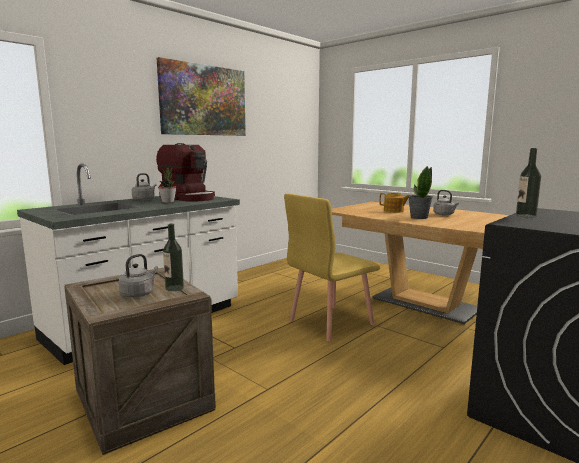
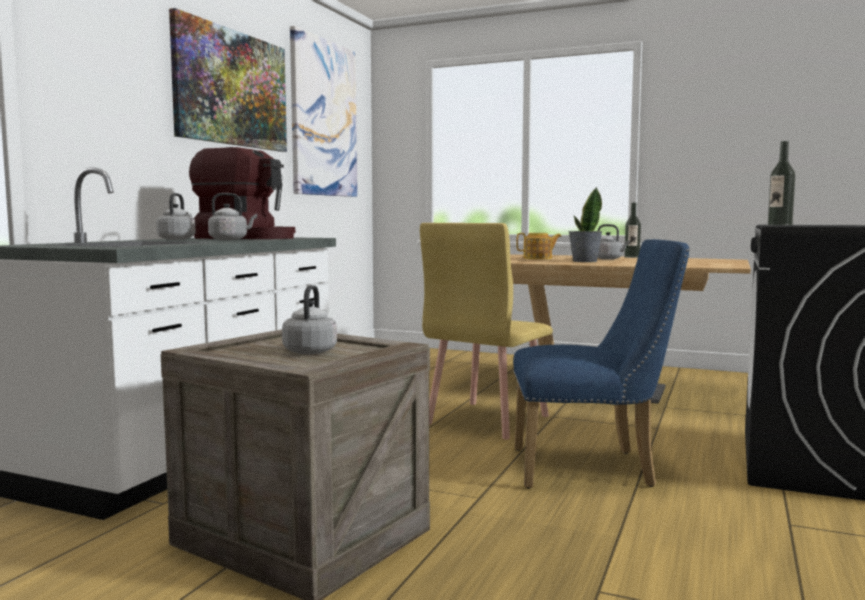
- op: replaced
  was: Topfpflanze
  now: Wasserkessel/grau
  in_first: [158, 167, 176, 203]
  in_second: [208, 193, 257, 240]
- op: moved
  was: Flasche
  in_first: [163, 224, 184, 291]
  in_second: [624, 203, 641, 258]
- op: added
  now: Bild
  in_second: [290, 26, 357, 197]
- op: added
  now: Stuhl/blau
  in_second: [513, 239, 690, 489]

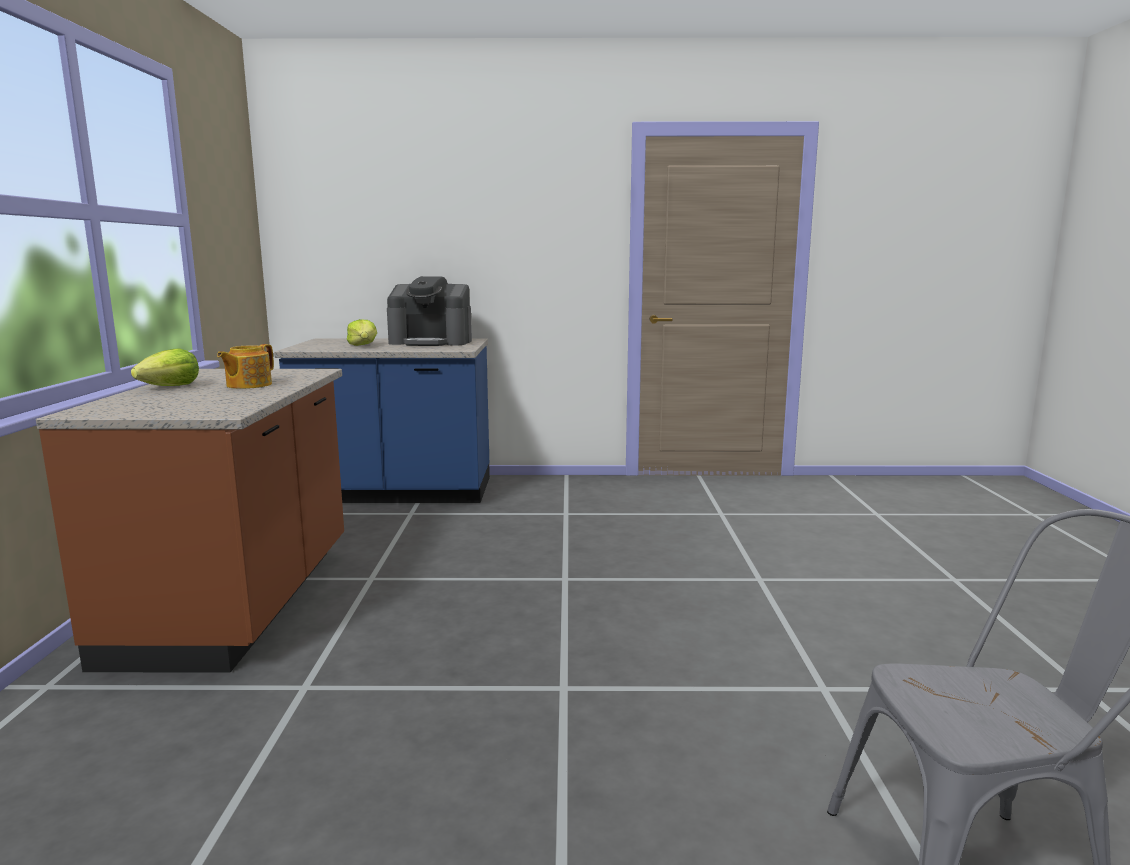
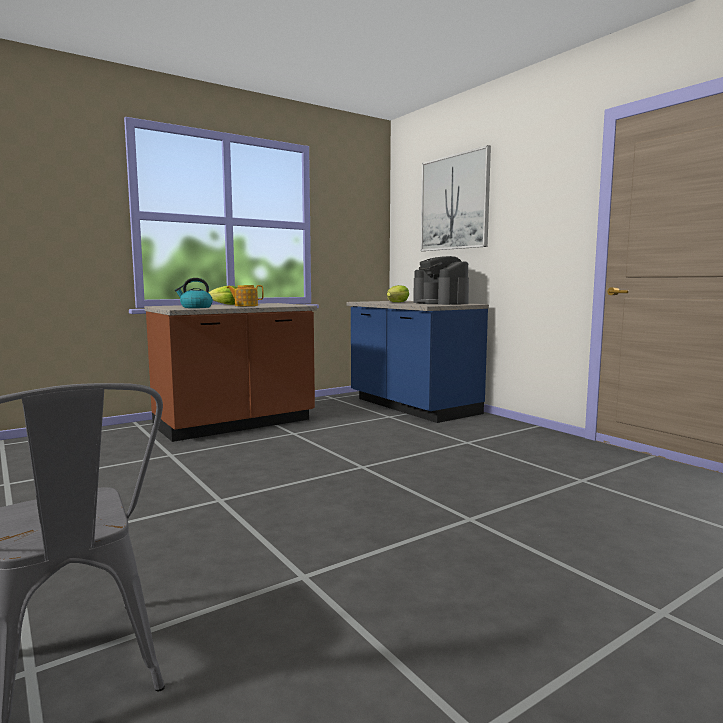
- op: added
  now: Bild
  in_second: [421, 145, 491, 251]
- op: added
  now: Wasserkessel
  in_second: [175, 278, 213, 308]

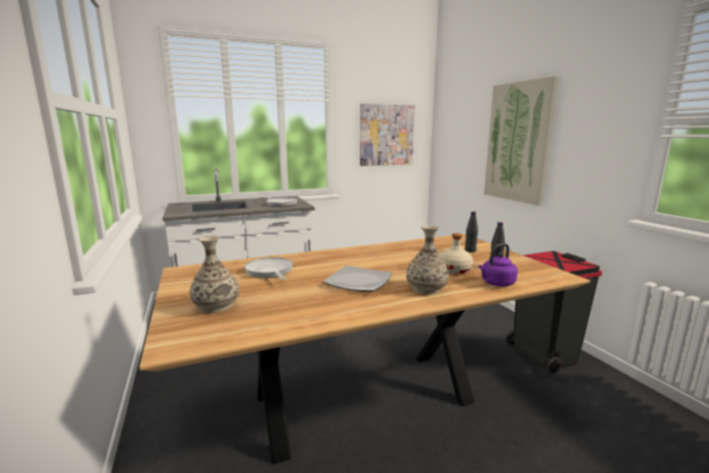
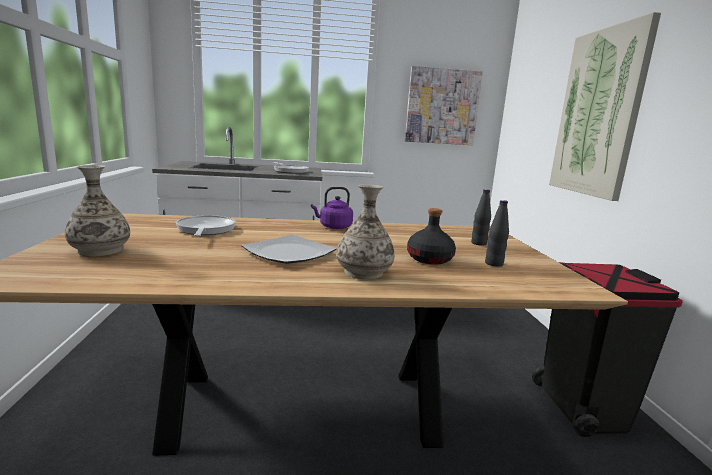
- op: recoloured
  was: Flasche/beige
  now: Flasche/schwarz
  in_first: [439, 233, 473, 274]
  in_second: [407, 208, 456, 265]
- op: moved
  was: Wasserkessel/lila
  in_first: [479, 243, 518, 286]
  in_second: [311, 187, 353, 229]

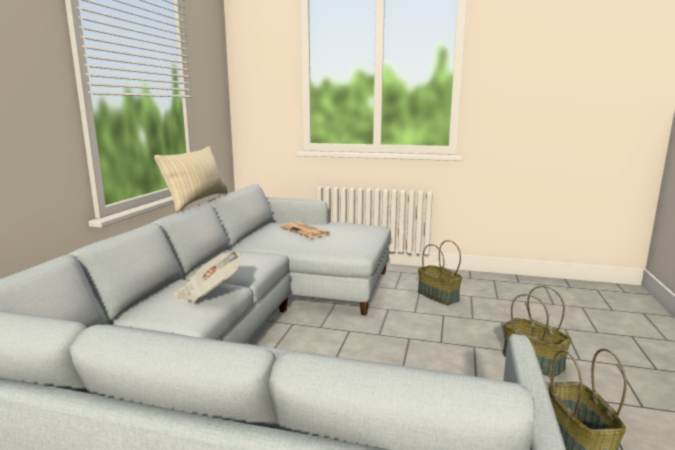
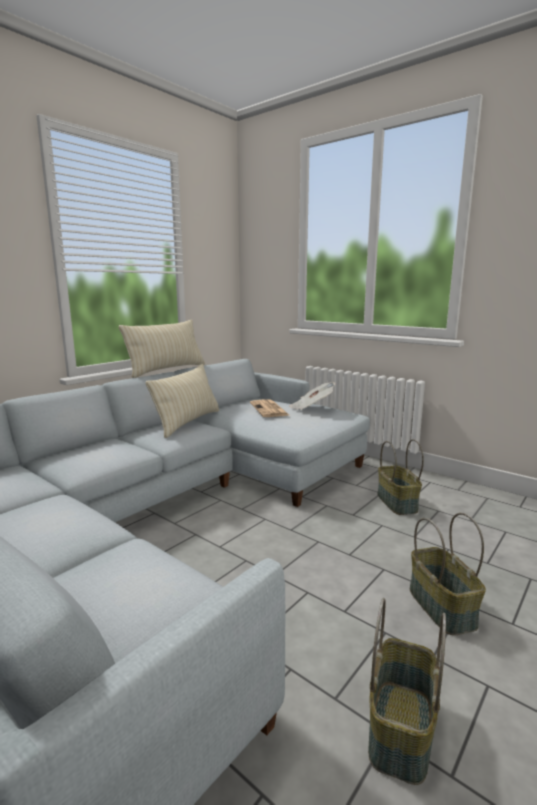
- op: moved
  was: Zeitung
  in_first: [173, 251, 241, 302]
  in_second: [289, 382, 336, 410]
- op: added
  now: Kissen/beige
  in_second: [146, 364, 219, 438]

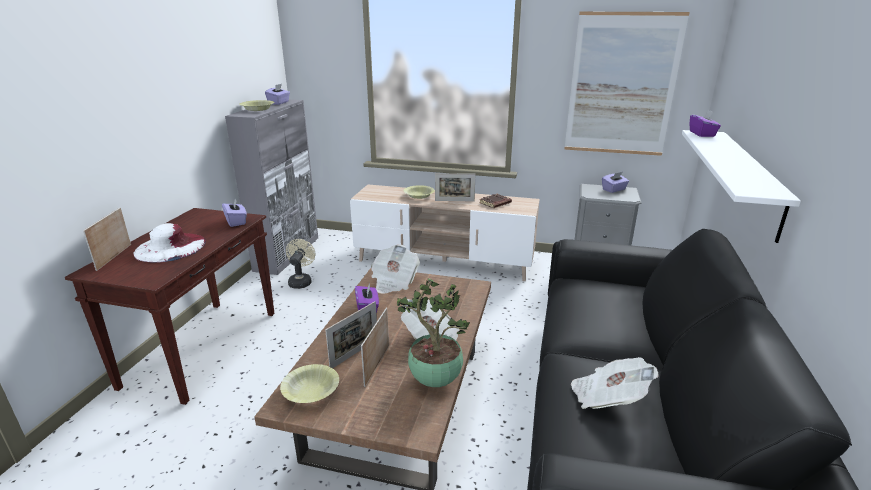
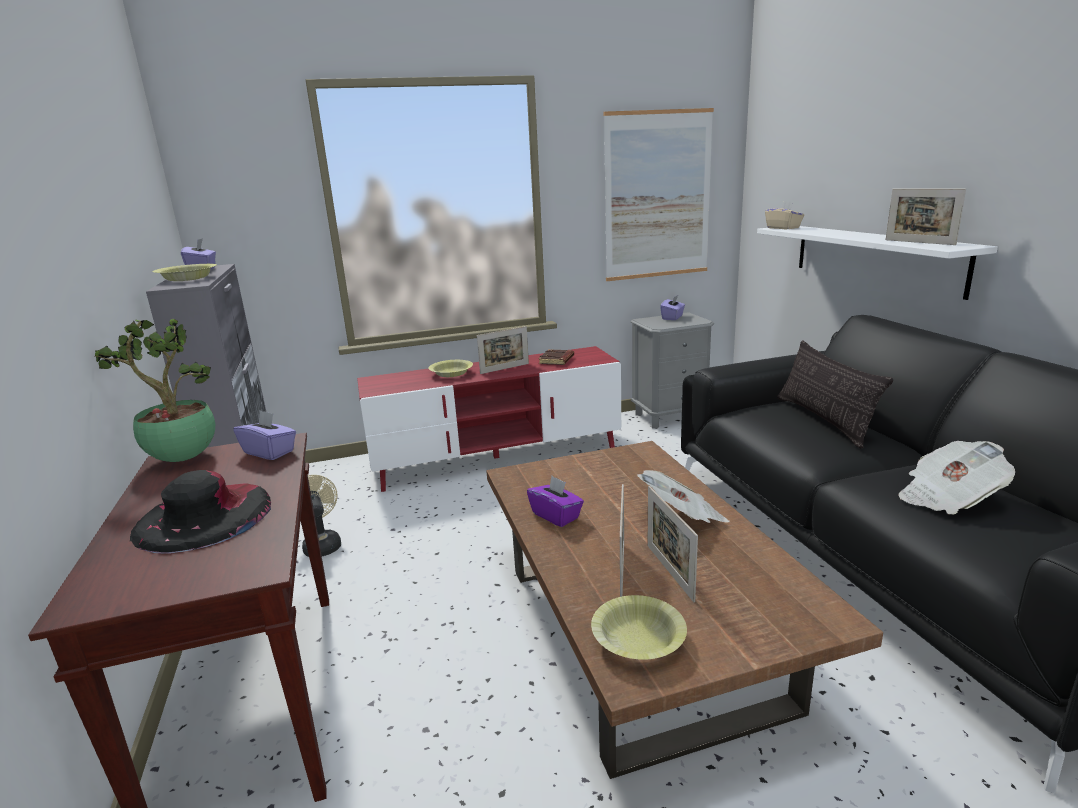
- op: recoloured
  was: Taschentuchbox/lila
  now: Taschentuchbox/beige
  in_first: [690, 109, 721, 137]
  in_second: [765, 201, 804, 229]
- op: recoloured
  was: Fernsehschrank/beige
  now: Fernsehschrank/rot
  in_first: [350, 184, 540, 281]
  in_second: [357, 346, 621, 492]
- op: moved
  was: Bilderrahmen
  in_first: [83, 207, 131, 271]
  in_second: [885, 189, 966, 245]
- op: recoloured
  was: Hut/weiß
  now: Hut/schwarz
  in_first: [133, 223, 206, 263]
  in_second: [130, 470, 271, 553]
- op: removed
  was: Zeitung
  in_first: [371, 244, 420, 293]
- op: moved
  was: Topfpflanze
  in_first: [397, 278, 470, 387]
  in_second: [94, 319, 215, 462]
- op: added
  now: Kissen
  in_second: [777, 340, 893, 448]

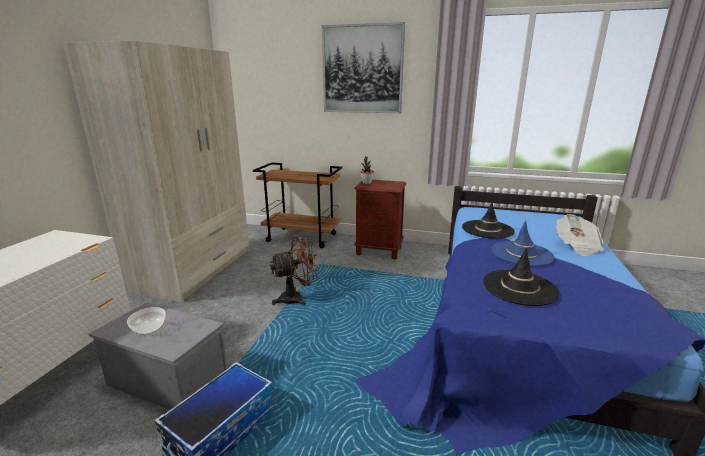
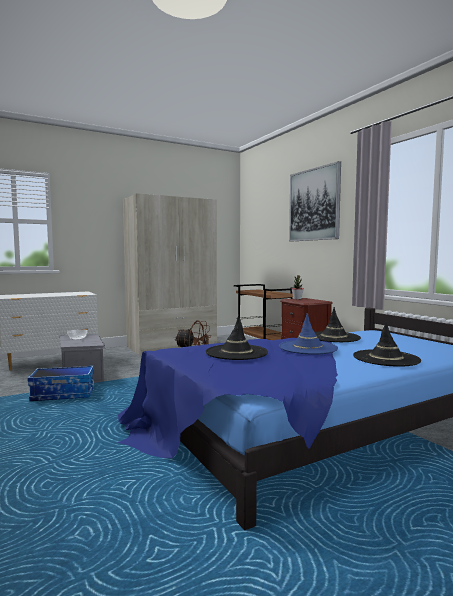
- op: replaced
  was: Zeitung
  now: Hut/schwarz
  in_first: [556, 214, 604, 256]
  in_second: [353, 321, 421, 367]

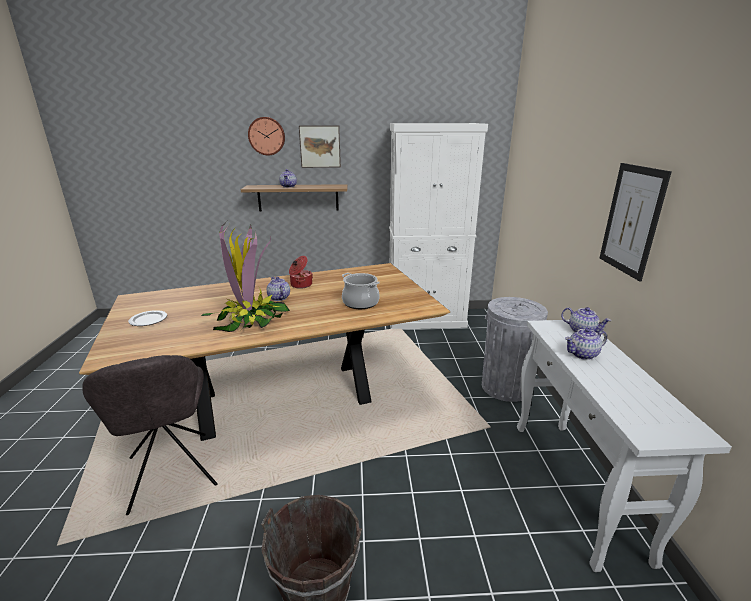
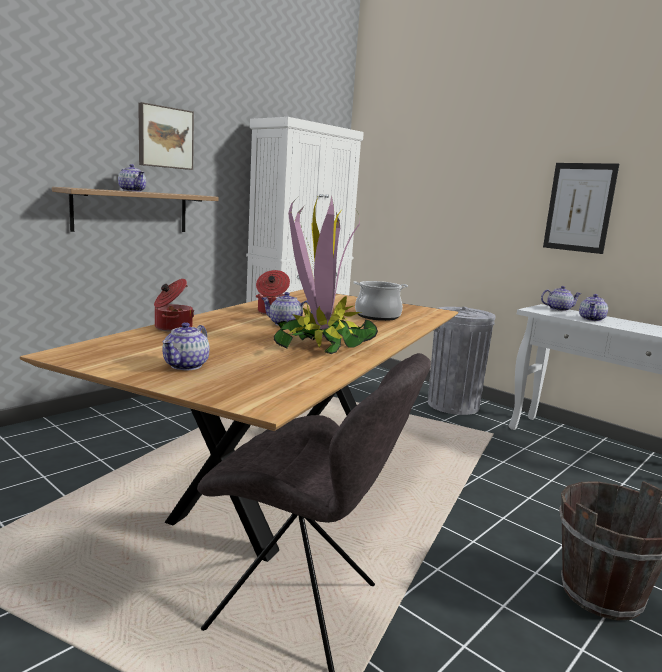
- op: removed
  was: Wanduhr
  in_first: [248, 117, 285, 155]
- op: replaced
  was: Teller
  now: Teekanne
  in_first: [128, 310, 167, 326]
  in_second: [162, 322, 209, 370]
- op: added
  now: Kochtopf
  in_second: [154, 279, 194, 332]

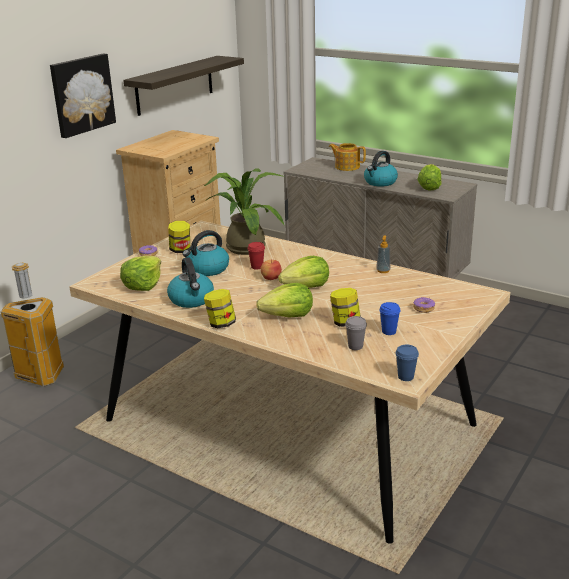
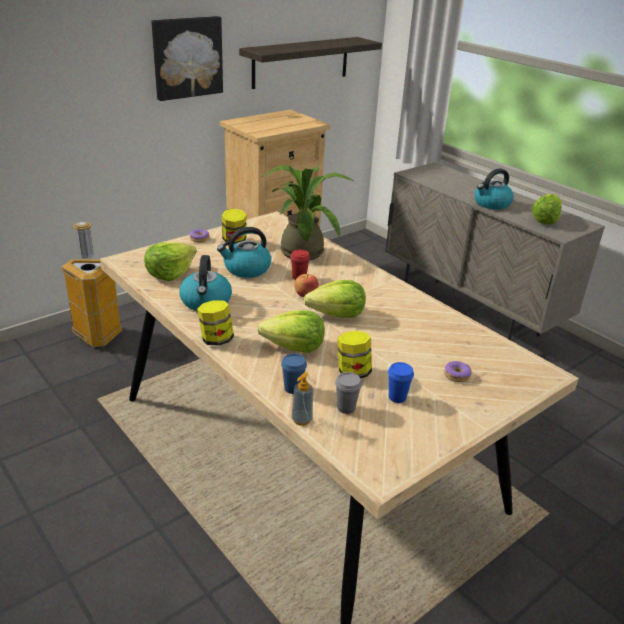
- op: removed
  was: Teekanne
  in_first: [329, 143, 366, 171]
- op: moved
  was: Seifenspender
  in_first: [376, 235, 391, 273]
  in_second: [291, 372, 313, 426]
- op: moved
  was: Tasse/blau
  in_first: [395, 345, 419, 381]
  in_second: [281, 353, 307, 394]

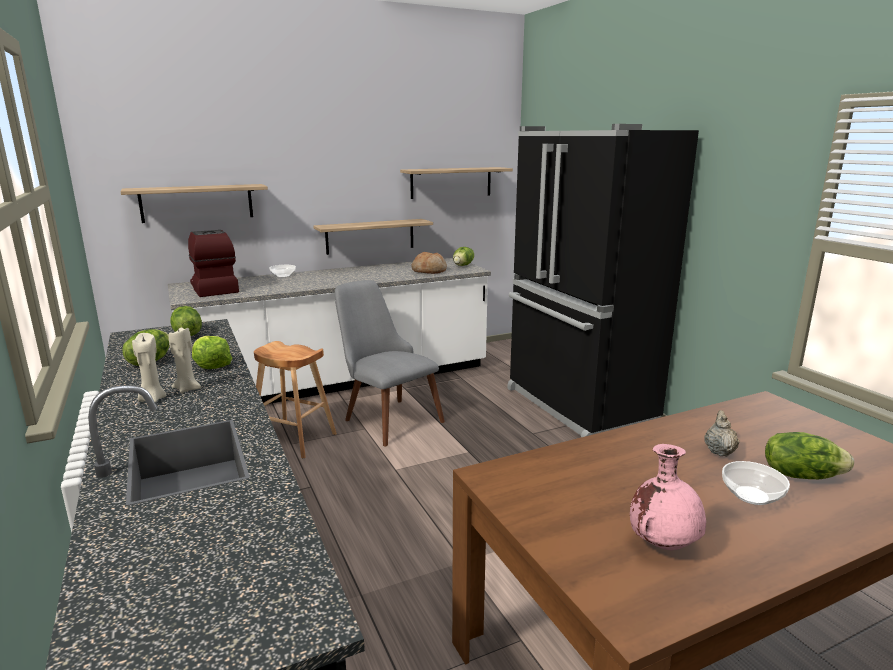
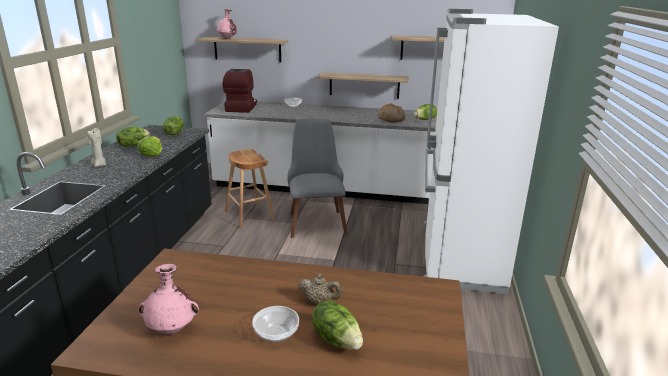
- op: recoloured
  was: Kühlschrank/schwarz
  now: Kühlschrank/weiß
  in_first: [507, 124, 699, 437]
  in_second: [423, 9, 559, 294]
- op: removed
  was: Kerze/beige
  in_first: [169, 328, 202, 393]
- op: turned
  was: Teekanne/beige
  in_first: [704, 410, 740, 457]
  in_second: [299, 274, 342, 304]
  clockwise: 60
- op: added
  now: Vase/rosa
  in_second: [217, 9, 237, 39]

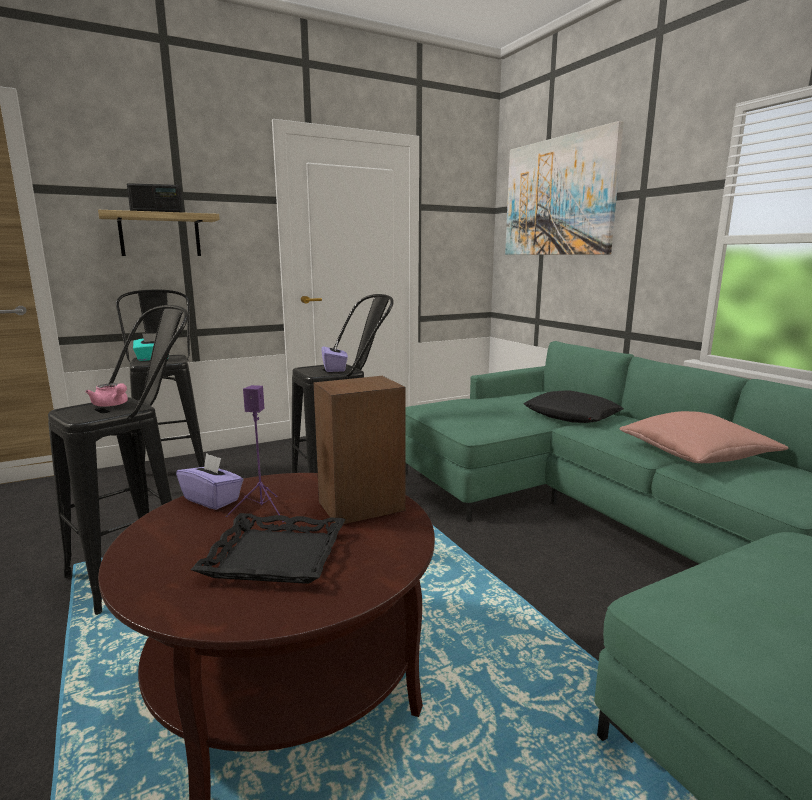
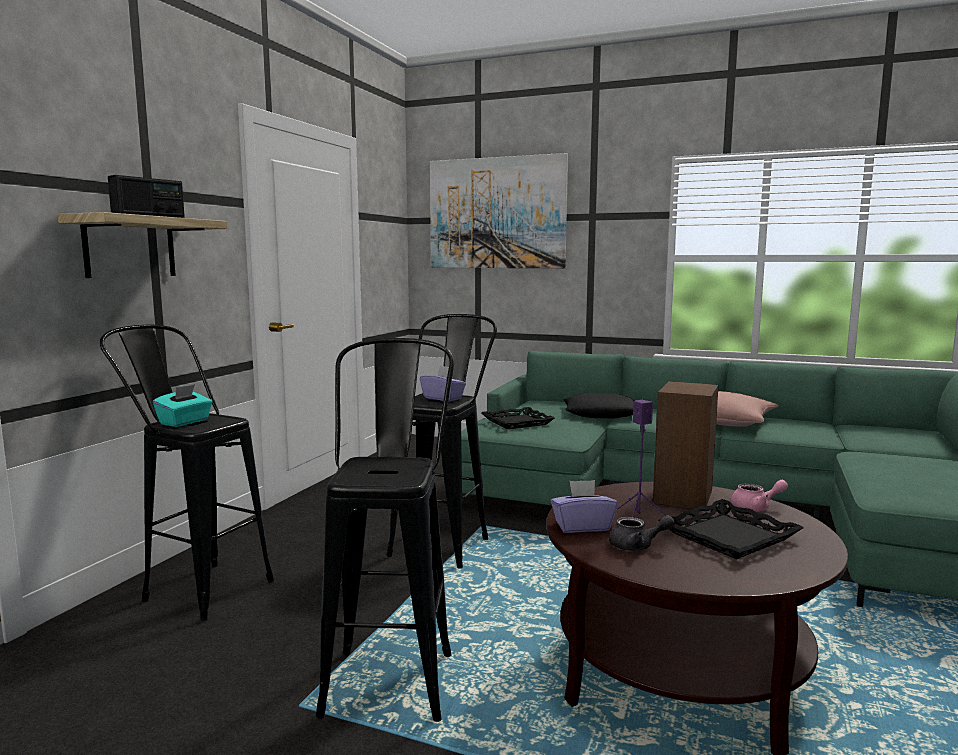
- op: moved
  was: Teekanne/rosa
  in_first: [86, 383, 128, 407]
  in_second: [730, 480, 788, 512]
- op: added
  now: Tablett/schwarz
  in_second: [481, 407, 555, 429]
- op: added
  now: Teekanne/grau
  in_second: [609, 515, 675, 551]

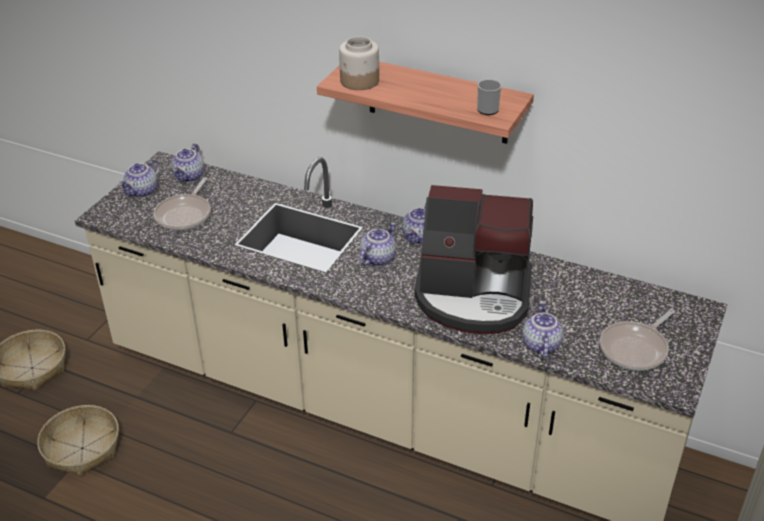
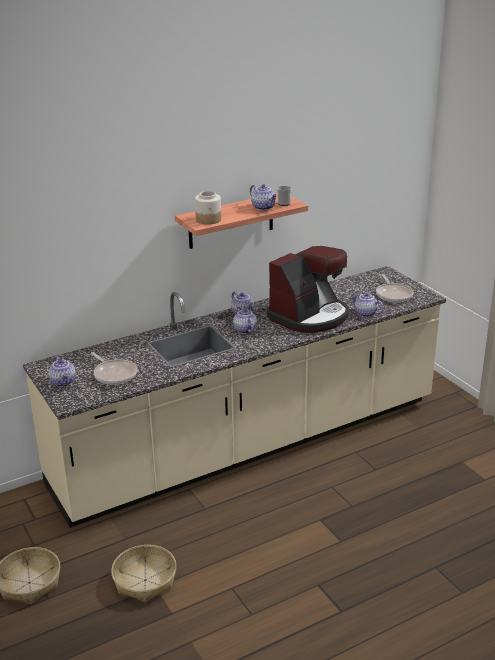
- op: moved
  was: Teekanne
  in_first: [171, 144, 205, 182]
  in_second: [250, 184, 277, 210]

